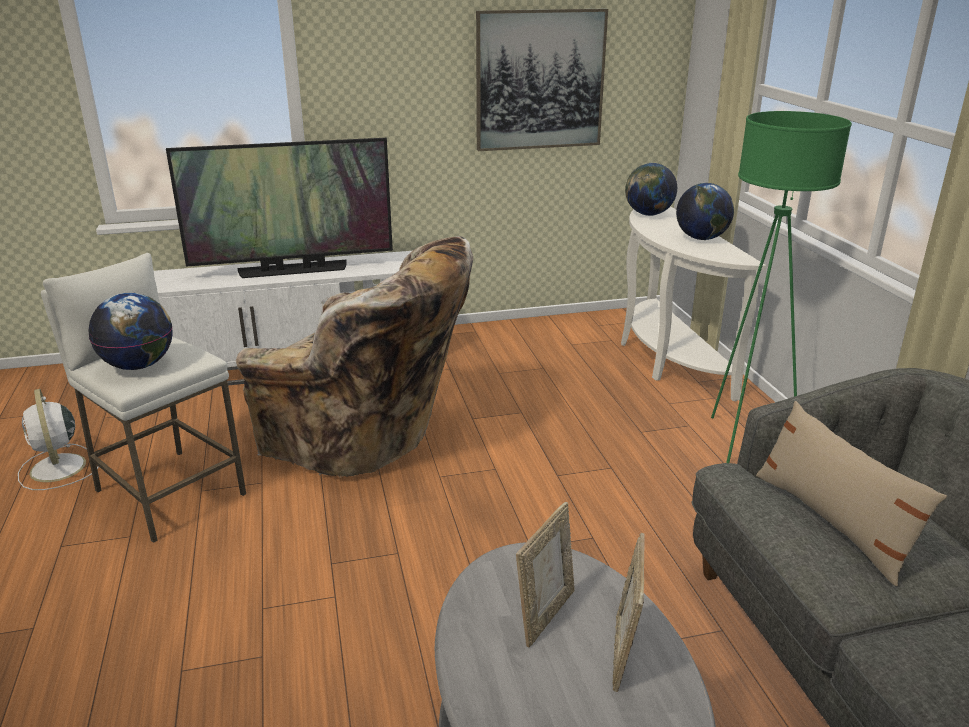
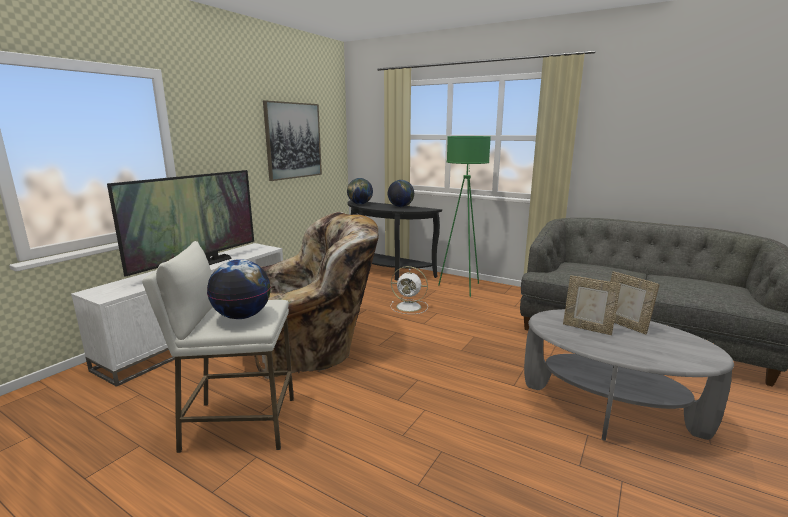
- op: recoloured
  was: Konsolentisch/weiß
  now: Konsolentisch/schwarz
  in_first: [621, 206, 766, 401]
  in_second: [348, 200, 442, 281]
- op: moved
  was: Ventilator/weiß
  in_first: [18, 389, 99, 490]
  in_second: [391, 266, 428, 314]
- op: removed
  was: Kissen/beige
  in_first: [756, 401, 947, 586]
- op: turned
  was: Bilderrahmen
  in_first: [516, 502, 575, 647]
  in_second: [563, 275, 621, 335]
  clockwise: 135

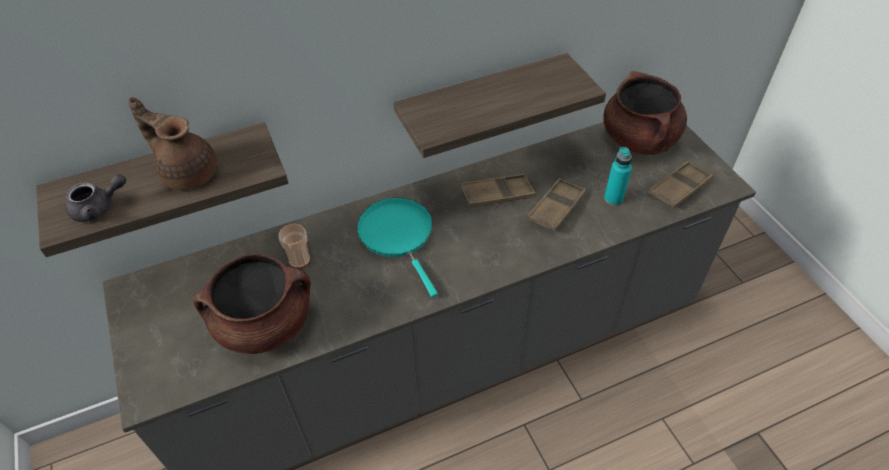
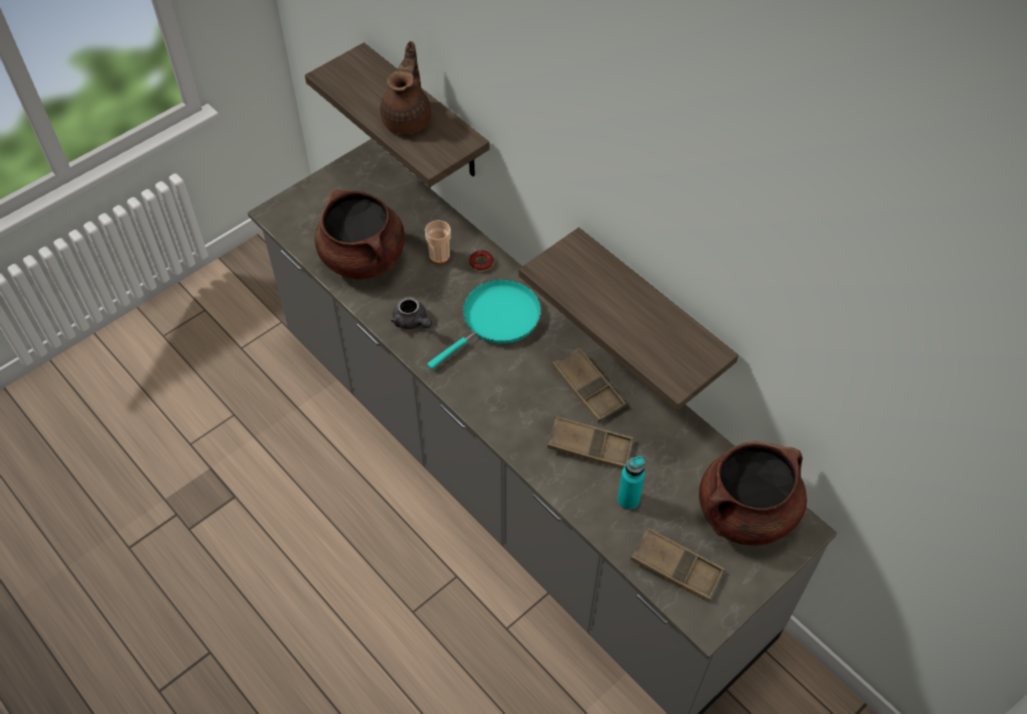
- op: moved
  was: Teekanne/grau
  in_first: [66, 174, 126, 222]
  in_second: [391, 297, 432, 329]
- op: added
  now: Donut
  in_second: [469, 250, 494, 271]

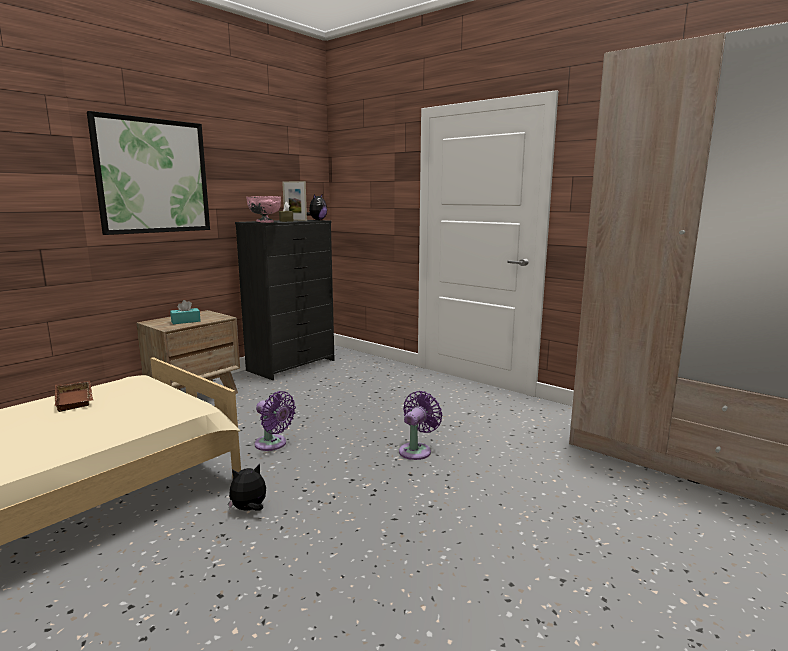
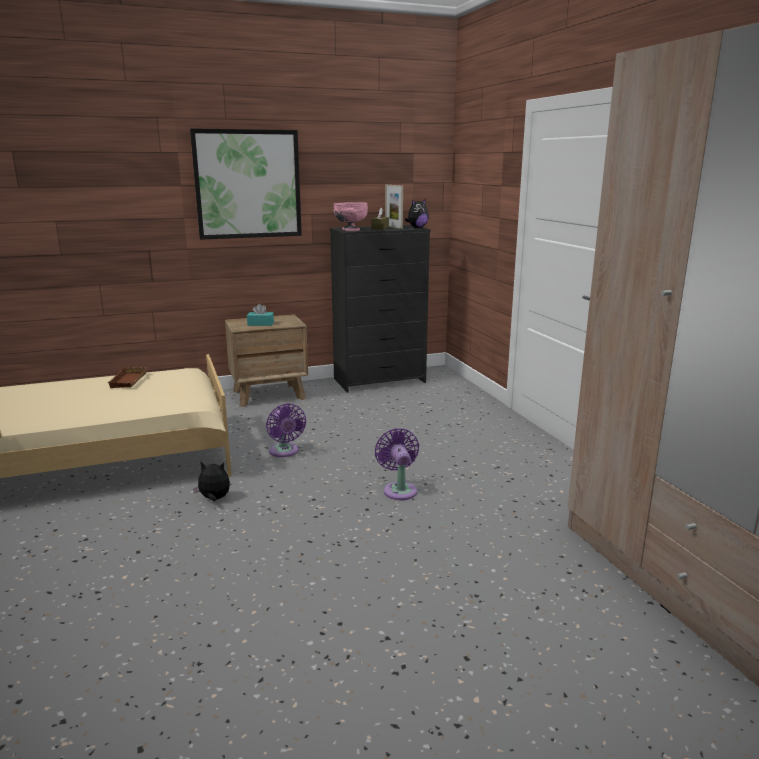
- op: turned
  was: Ventilator/lila
  in_first: [399, 391, 442, 460]
  in_second: [375, 428, 419, 500]
  clockwise: -75

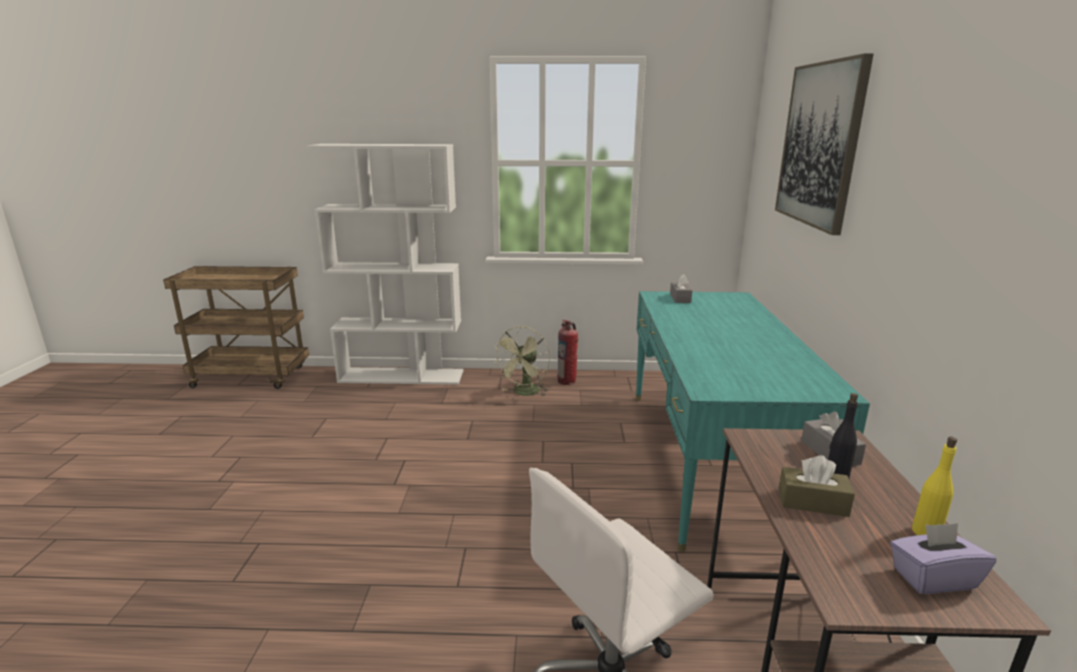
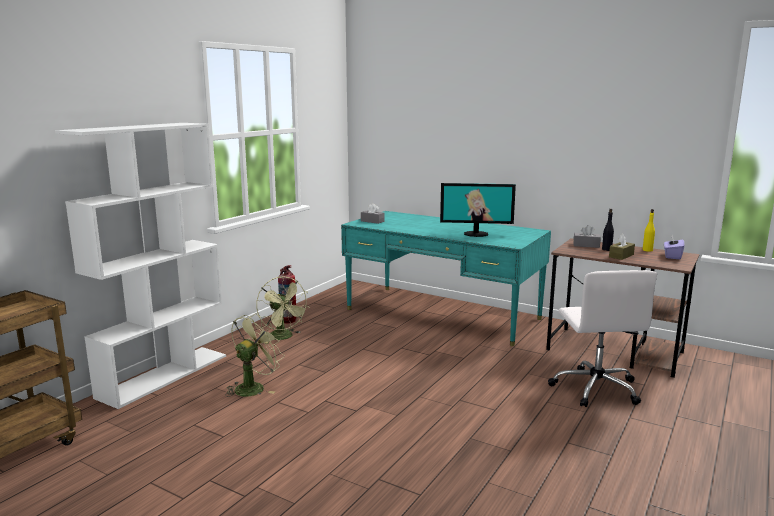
- op: removed
  was: Bild
  in_first: [775, 54, 873, 235]
- op: added
  now: Monitor
  in_second: [440, 183, 516, 237]
- op: added
  now: Ventilator/grün
  in_second: [225, 313, 284, 397]

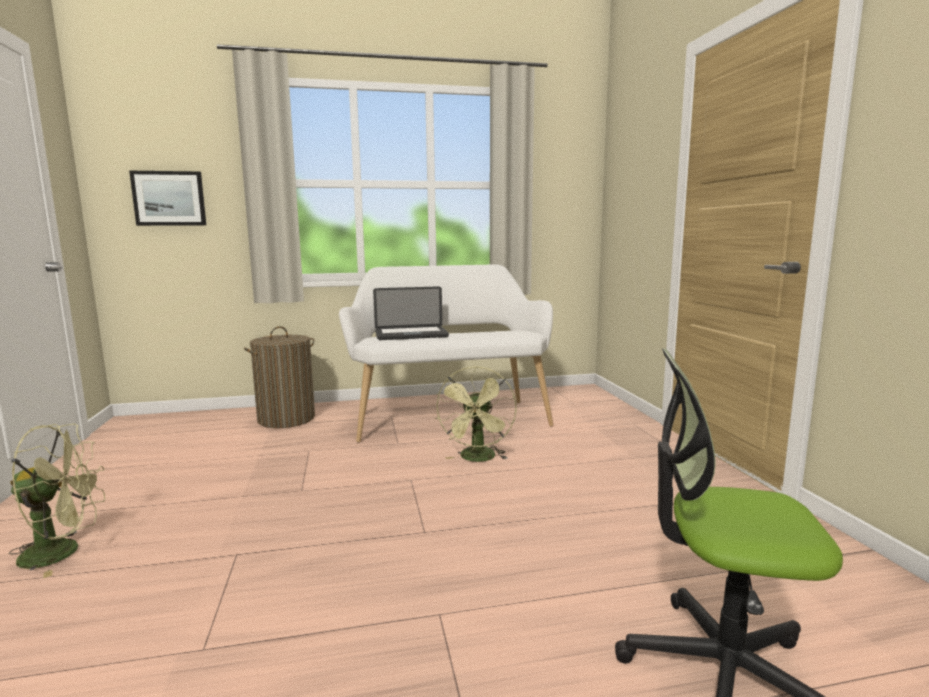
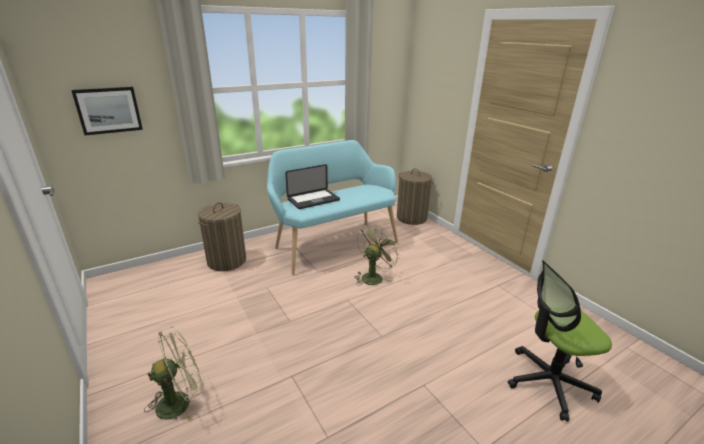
- op: recoloured
  was: Bank/weiß
  now: Bank/türkis
  in_first: [339, 264, 553, 443]
  in_second: [267, 140, 398, 275]
- op: turned
  was: Ventilator/grün
  in_first: [436, 366, 517, 462]
  in_second: [354, 225, 401, 285]
  clockwise: -135
- op: added
  now: Wäschekorb
  in_second: [397, 169, 434, 225]

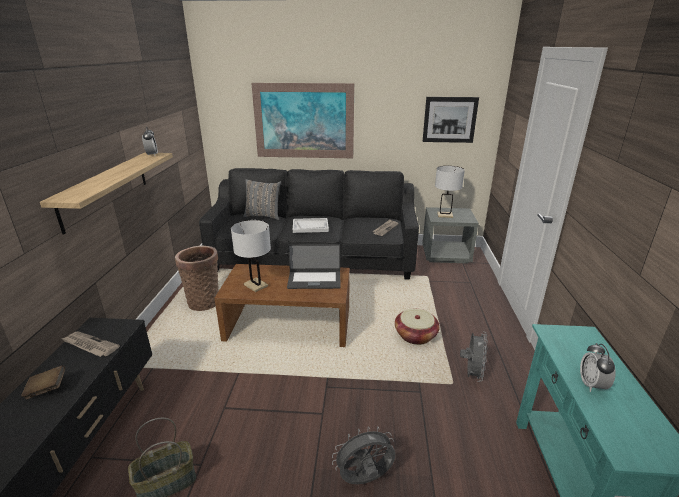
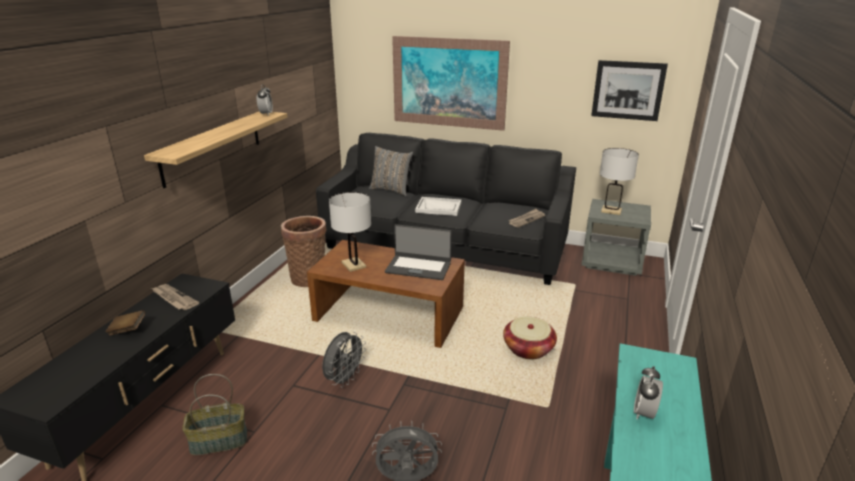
- op: moved
  was: Ventilator/grau
  in_first: [460, 332, 488, 382]
  in_second: [322, 332, 366, 388]

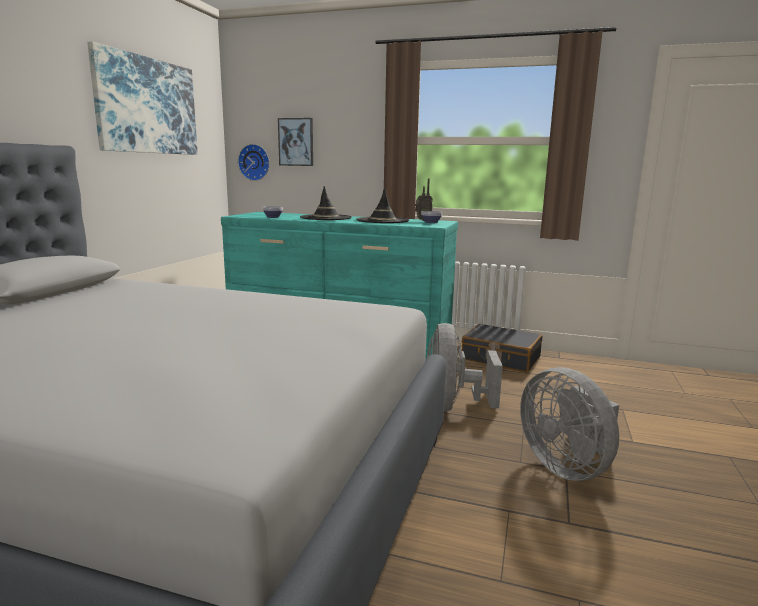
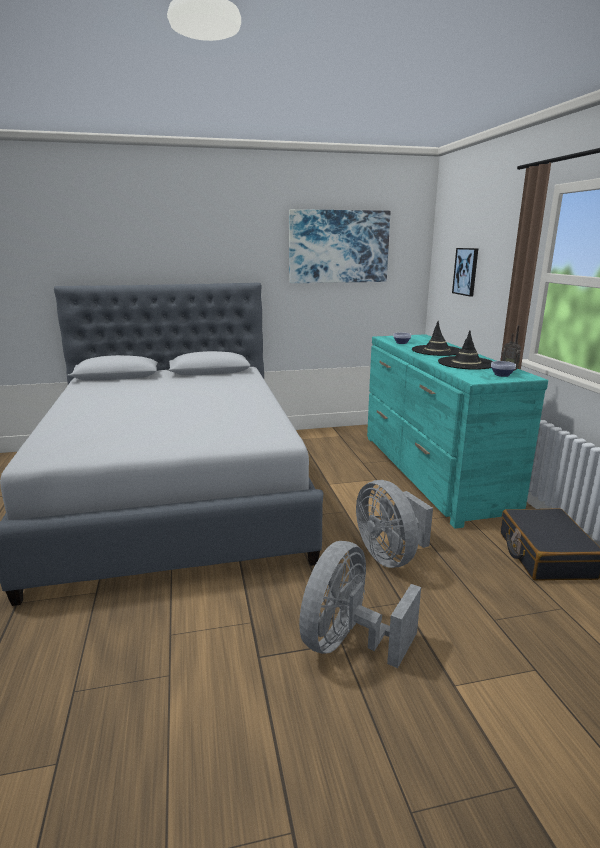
- op: removed
  was: Wanduhr
  in_first: [238, 144, 270, 181]
- op: turned
  was: Ventilator/grau
  in_first: [427, 323, 503, 412]
  in_second: [356, 480, 433, 568]
  clockwise: -90

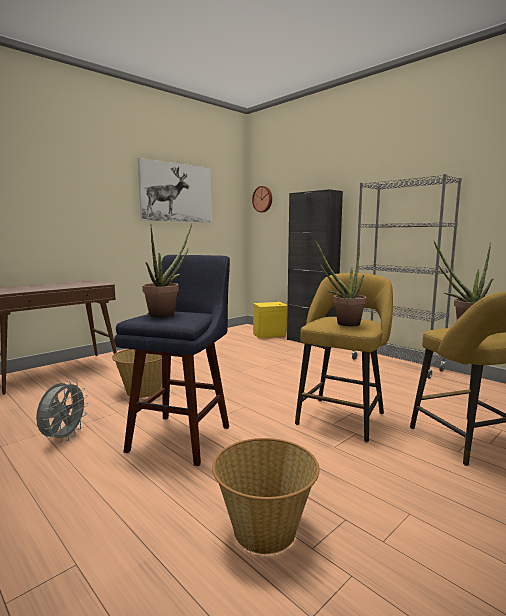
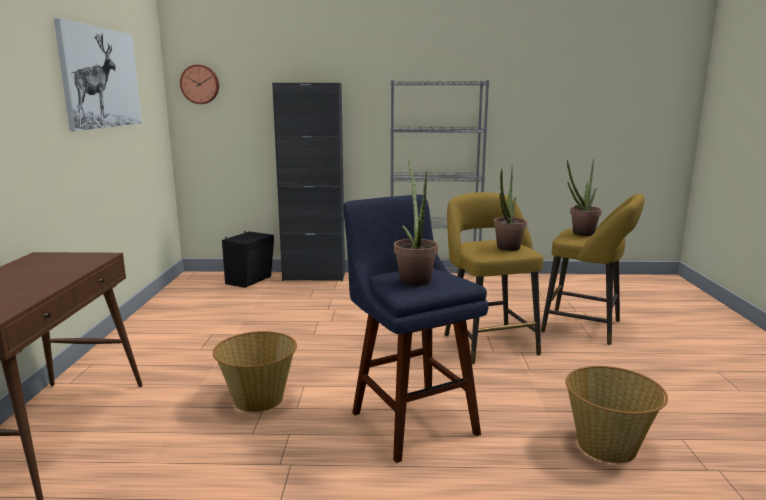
- op: recoloured
  was: Lautsprecher/gelb
  now: Lautsprecher/schwarz
  in_first: [253, 302, 288, 338]
  in_second: [222, 231, 274, 288]
- op: removed
  was: Ventilator/grau
  in_first: [36, 381, 89, 443]

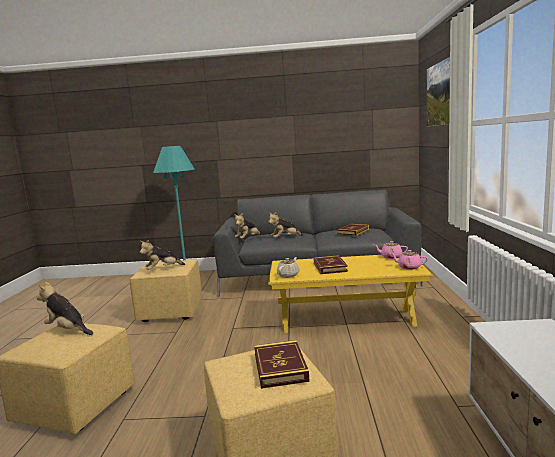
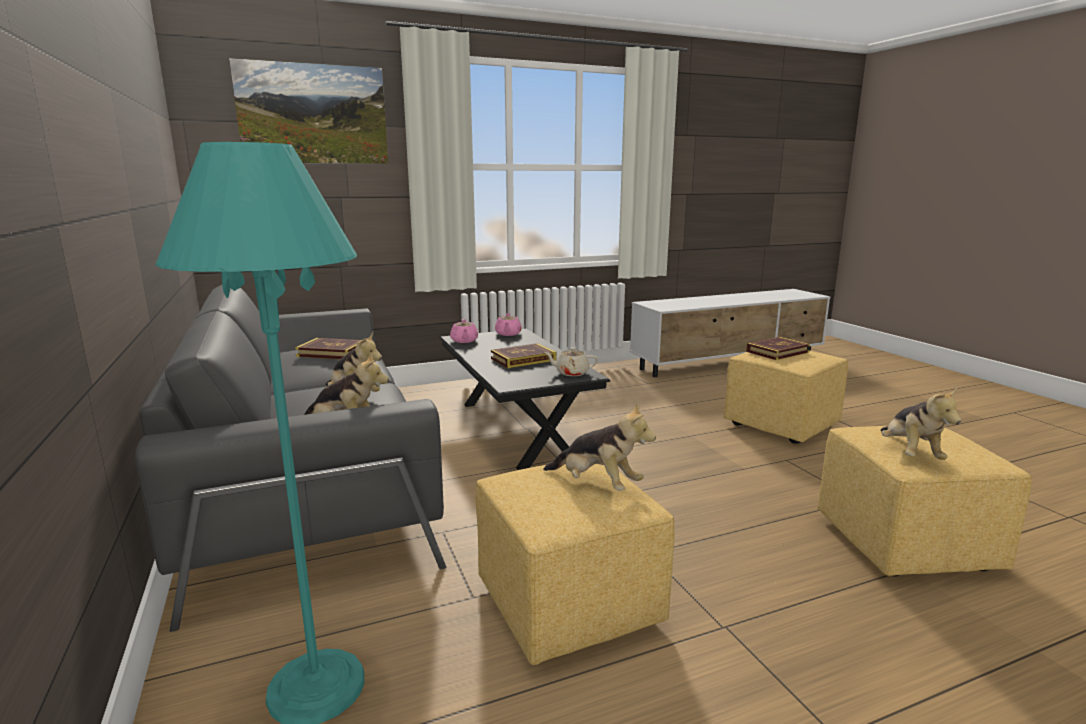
- op: recoloured
  was: Couchtisch/gelb
  now: Couchtisch/schwarz
  in_first: [268, 255, 433, 333]
  in_second: [440, 329, 610, 470]

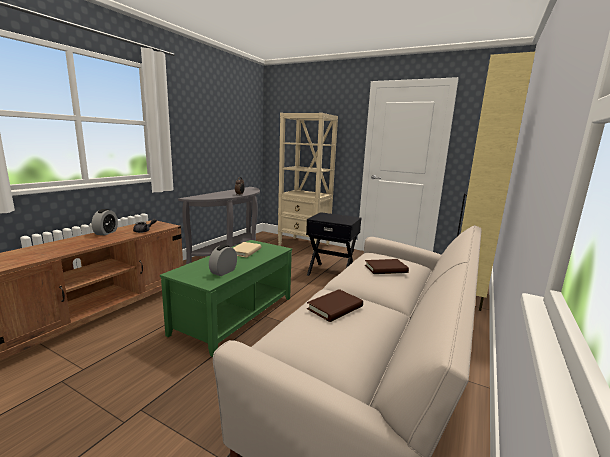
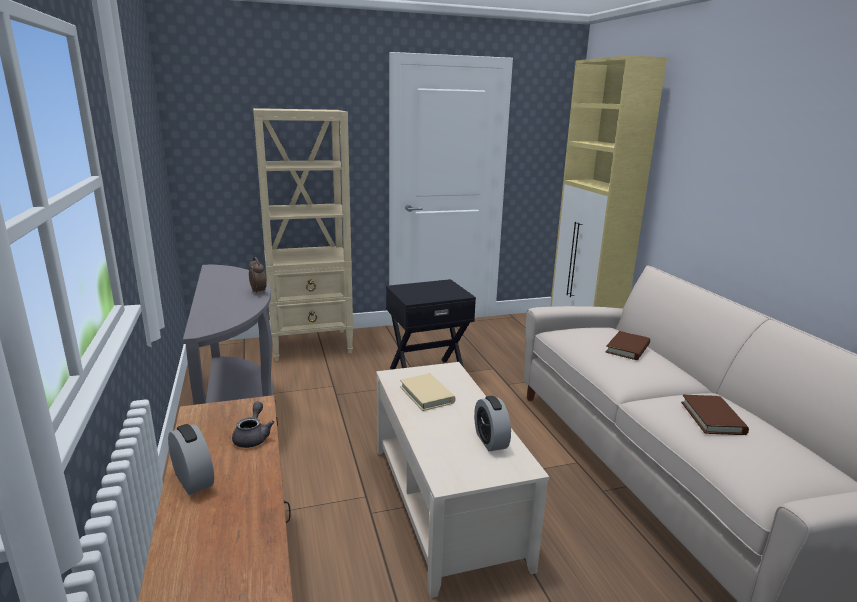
- op: recoloured
  was: Couchtisch/grün
  now: Couchtisch/beige
  in_first: [160, 240, 292, 357]
  in_second: [376, 362, 549, 598]

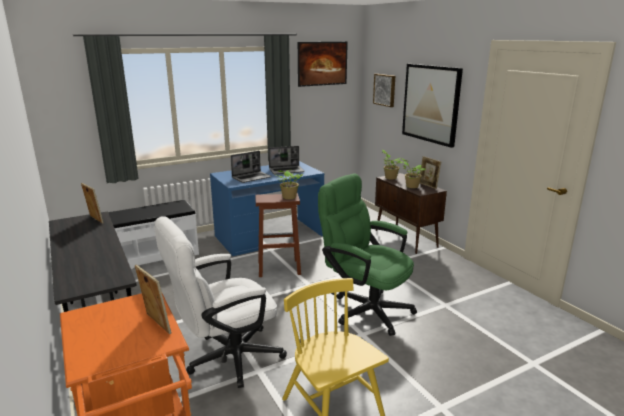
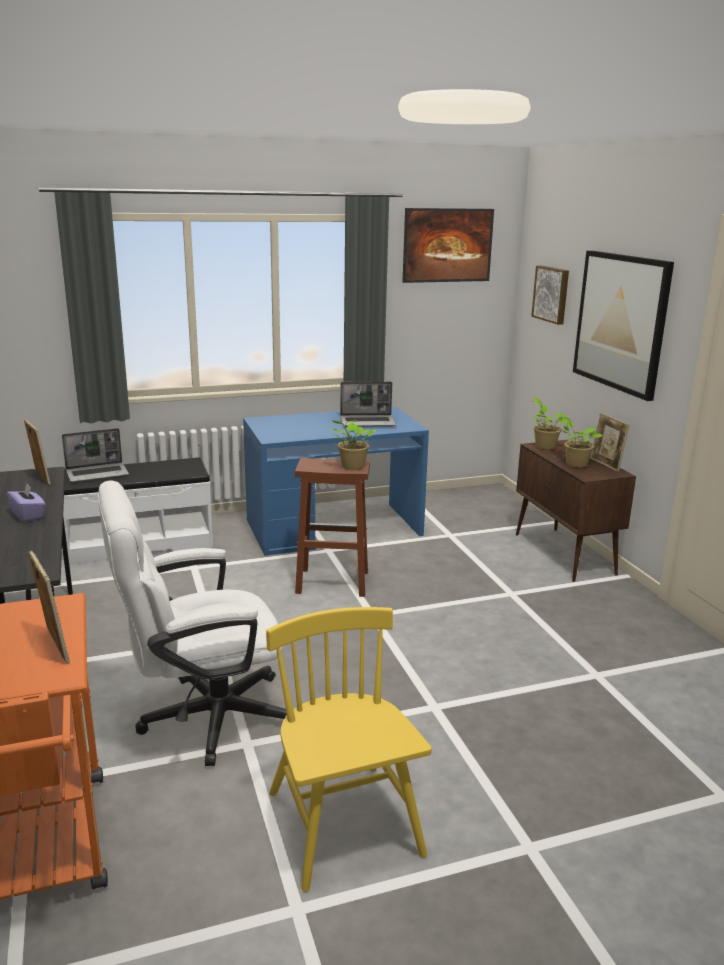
- op: moved
  was: Laptop
  in_first: [231, 151, 272, 183]
  in_second: [62, 428, 129, 482]
- op: removed
  was: Bürostuhl/grün
  in_first: [318, 174, 417, 336]
- op: added
  now: Taschentuchbox/lila
  in_second: [7, 483, 46, 522]

